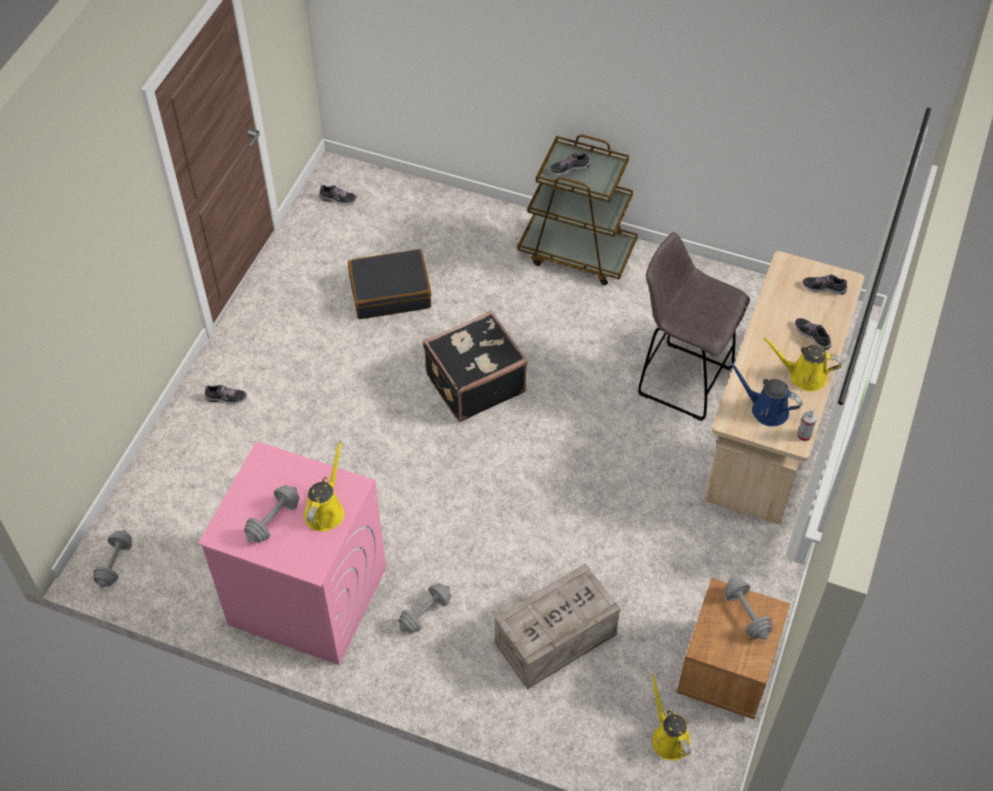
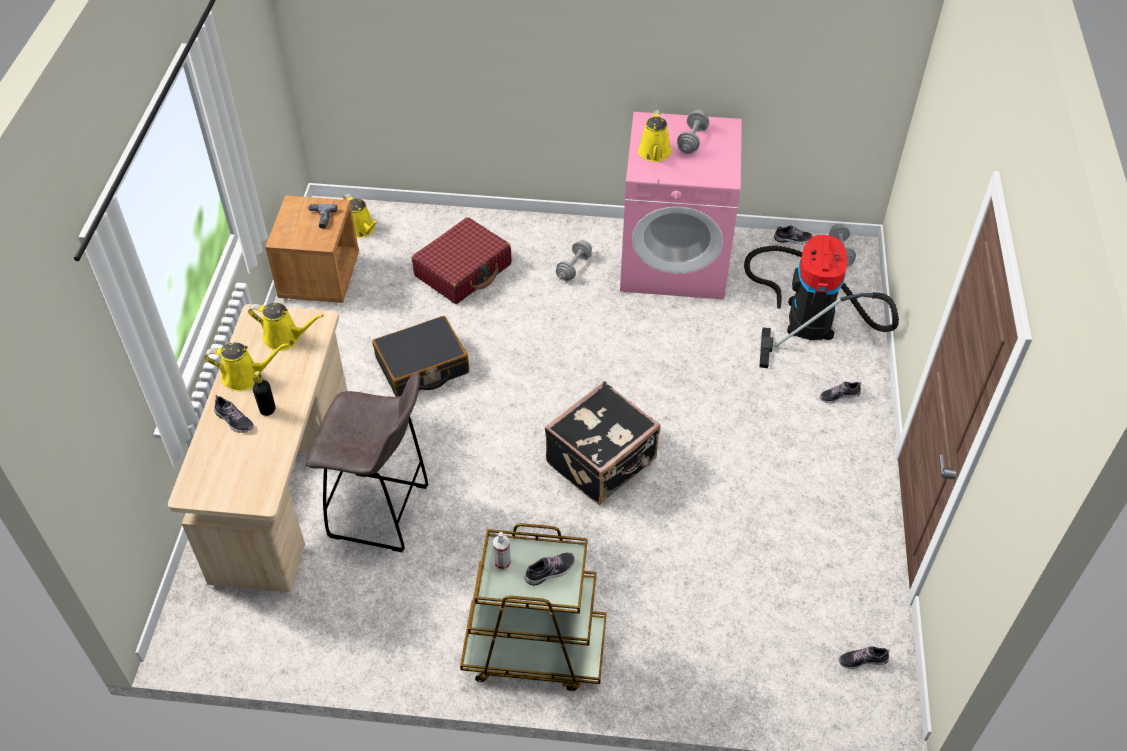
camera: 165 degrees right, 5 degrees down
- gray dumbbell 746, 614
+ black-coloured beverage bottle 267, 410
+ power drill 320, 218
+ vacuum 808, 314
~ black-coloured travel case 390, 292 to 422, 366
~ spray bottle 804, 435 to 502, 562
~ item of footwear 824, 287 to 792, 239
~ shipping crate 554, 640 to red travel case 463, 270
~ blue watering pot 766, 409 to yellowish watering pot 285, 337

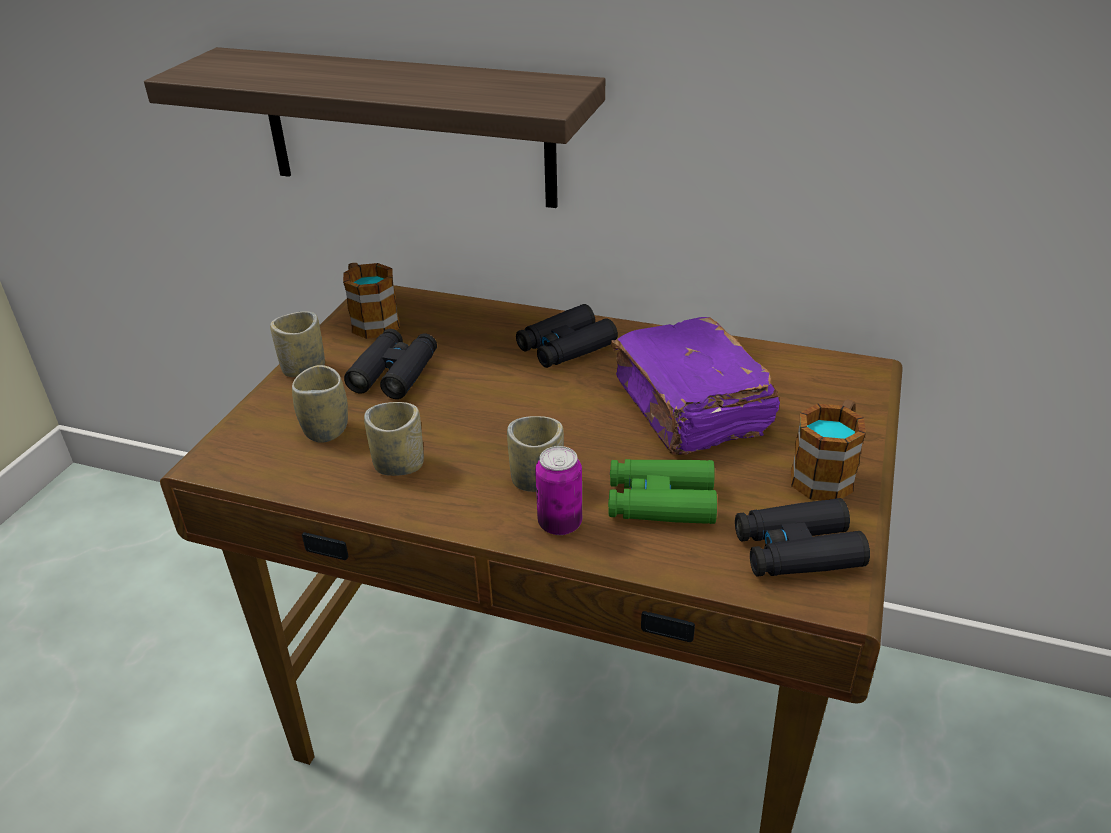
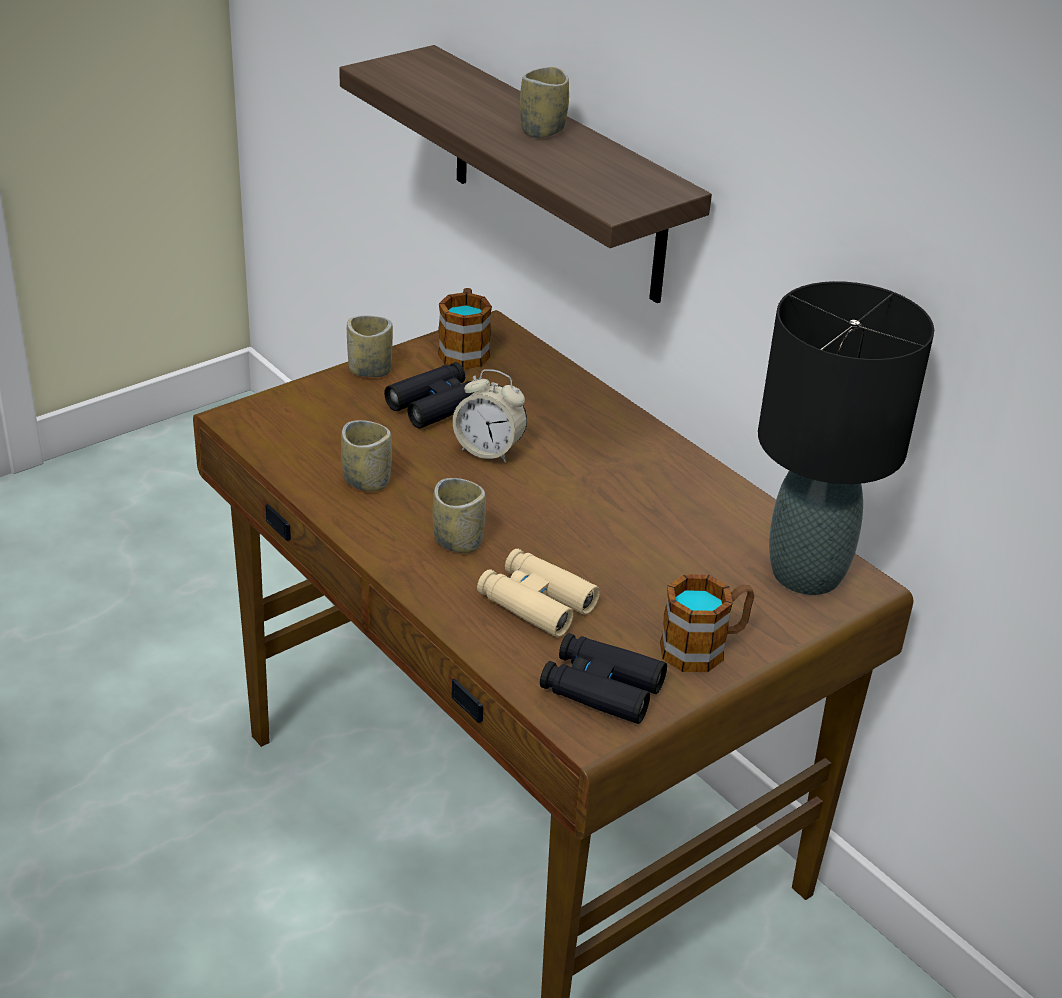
camera: 30 degrees right, 0 degrees up
- black-coloured field glasses 565, 347
- can 560, 524
- purple-coloured book 690, 409
+ bedside clock 489, 450
+ black-coloured lamp for a table 806, 574
~ drinking cup 326, 429 to 542, 130
~ green field glasses 660, 502 to beige field glasses 536, 602

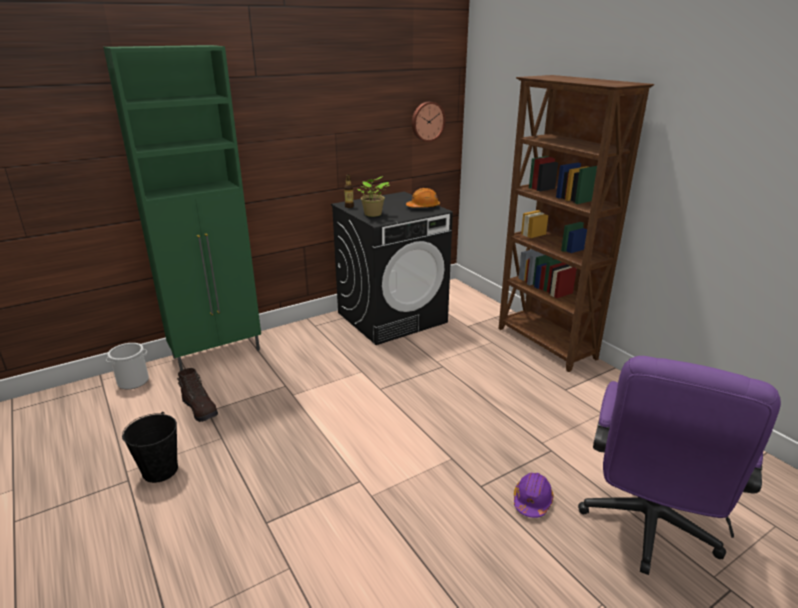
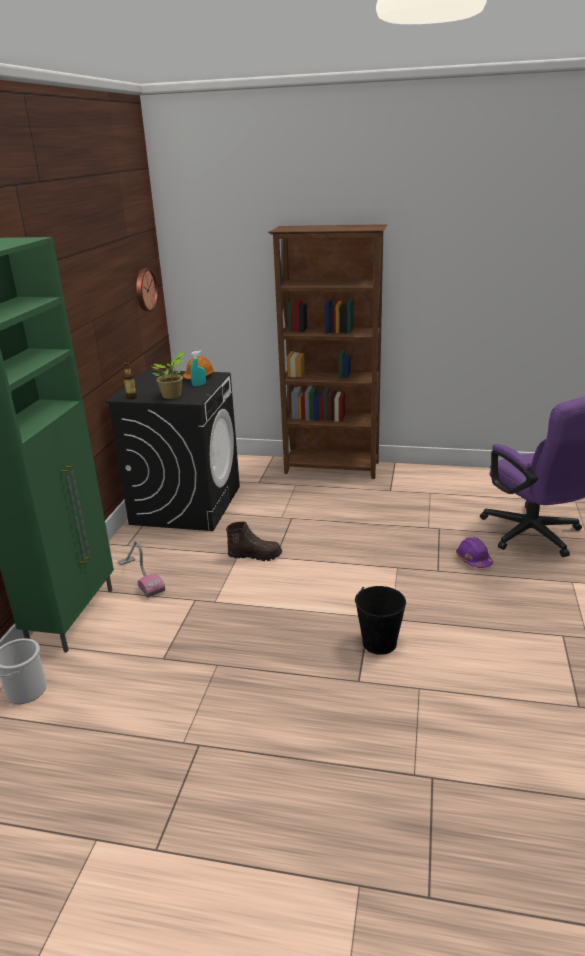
camera: 45 degrees left, 0 degrees up
+ vacuum 140, 577
+ turquoise spray bottle 199, 385
~ black-coloured water bucket 160, 470 to 379, 642
~ brownish boot 200, 409 to 255, 555

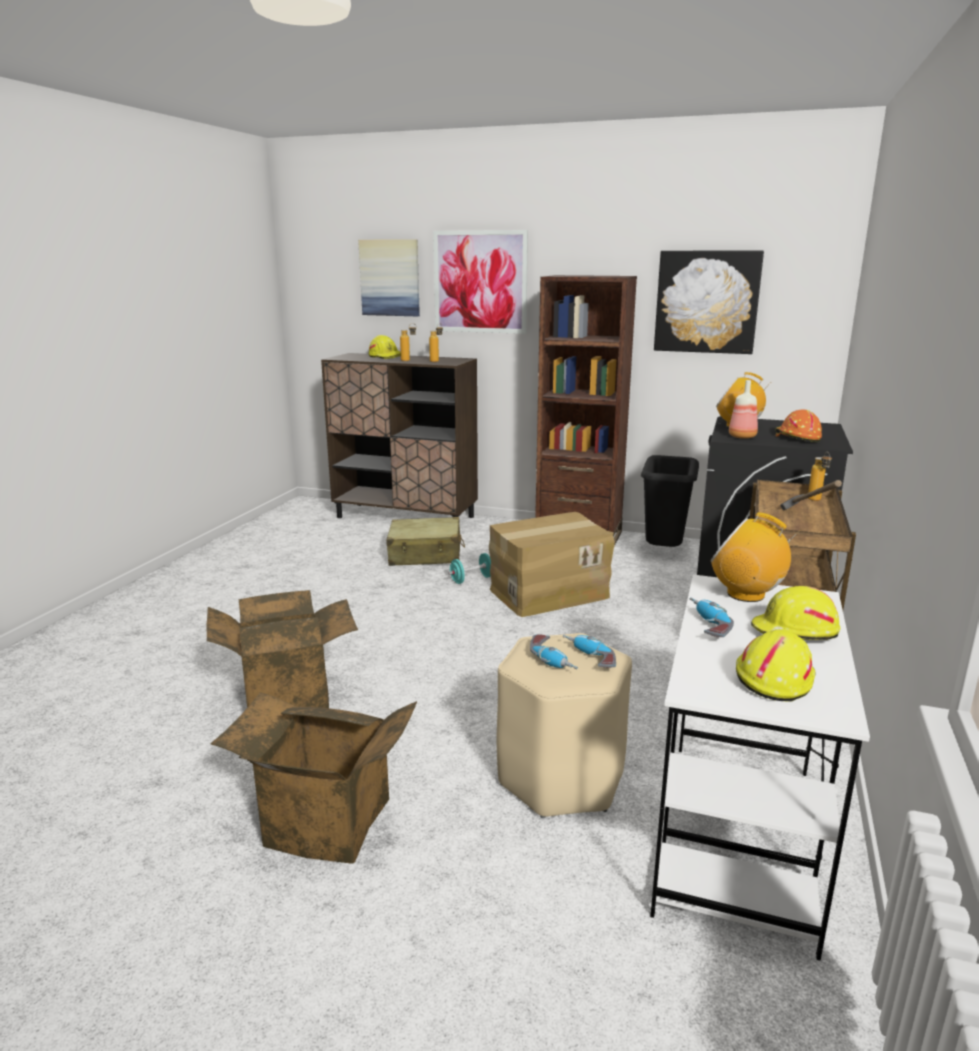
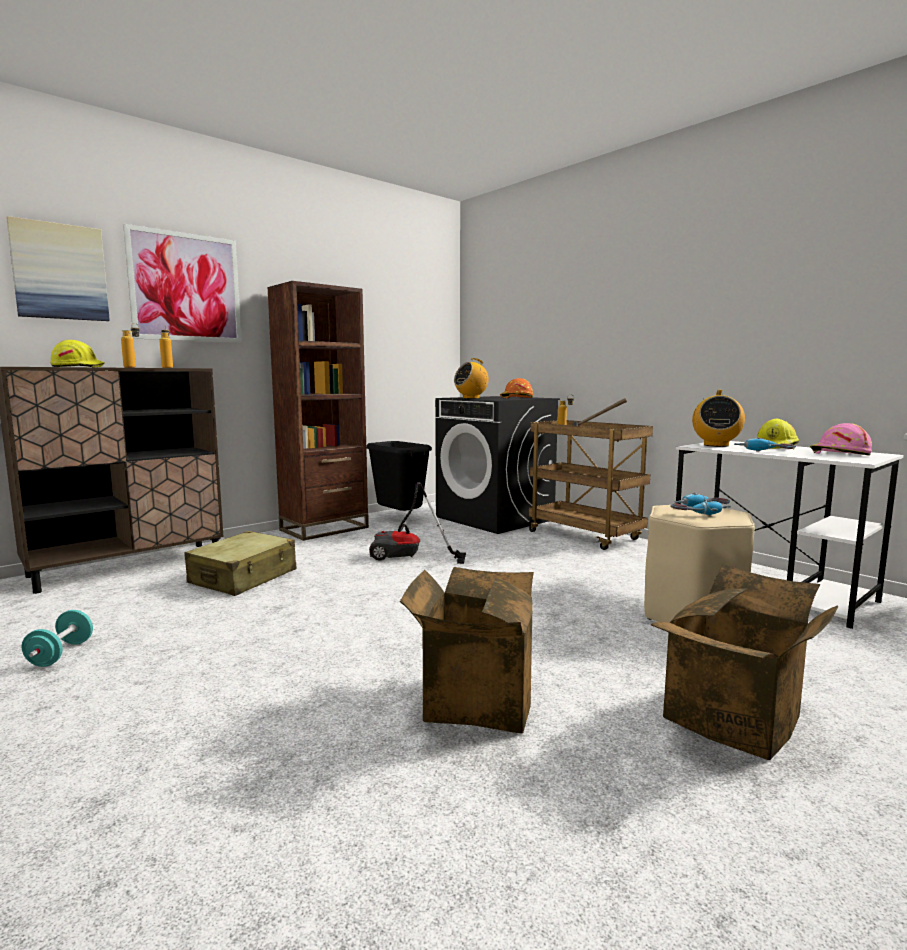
camera: 60 degrees left, 10 degrees down
- picture 707, 302
- beverage bottle 743, 437
~ turquoise dumbbell 472, 579 to 60, 654
~ cardboard box 548, 593 to vacuum 408, 558
~ yellowish work helmet 773, 678 to pink-coloured work helmet 839, 454
~ radio 746, 594 = 716, 445 45 degrees counterclockwise

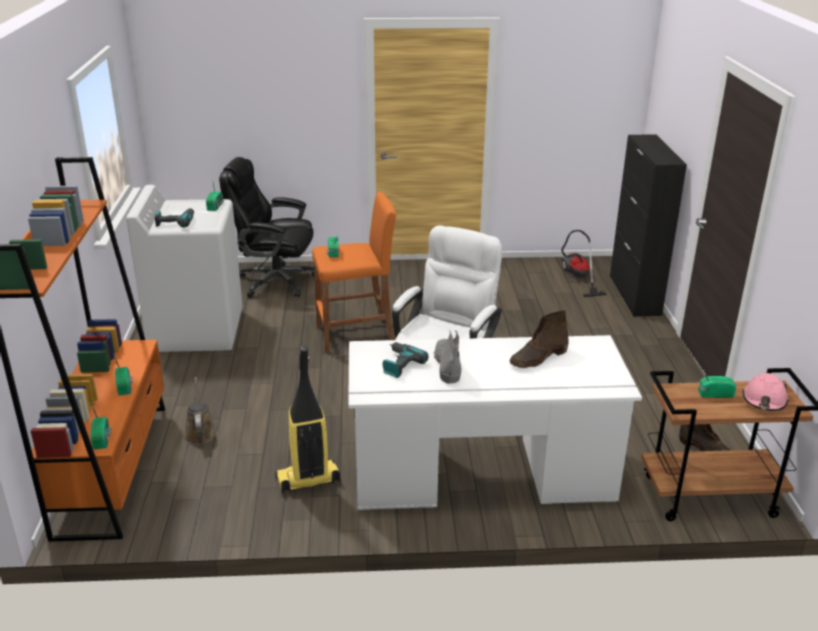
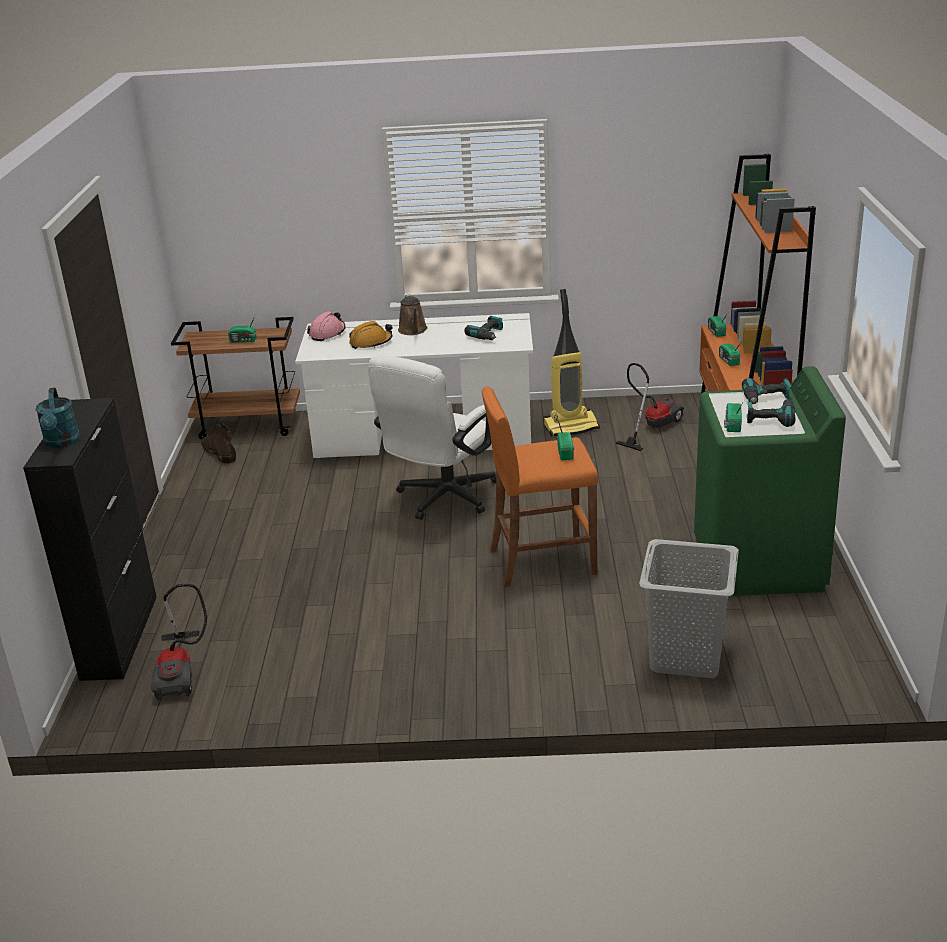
camera: 175 degrees left, 0 degrees up
- gray boot 447, 364
+ turquoise watering pot 62, 443
+ vacuum 652, 427
+ power drill 770, 418
~ brownish watering pot 200, 433 to 413, 330
~ pink-coloured work helmet 764, 400 to 327, 333
~ black-coloured office chair 275, 281 to gray hamper 686, 657
~ brownish boot 538, 358 to orange-coloured work helmet 371, 342
~ white laundry appliance 196, 330 to green laundry appliance 759, 564

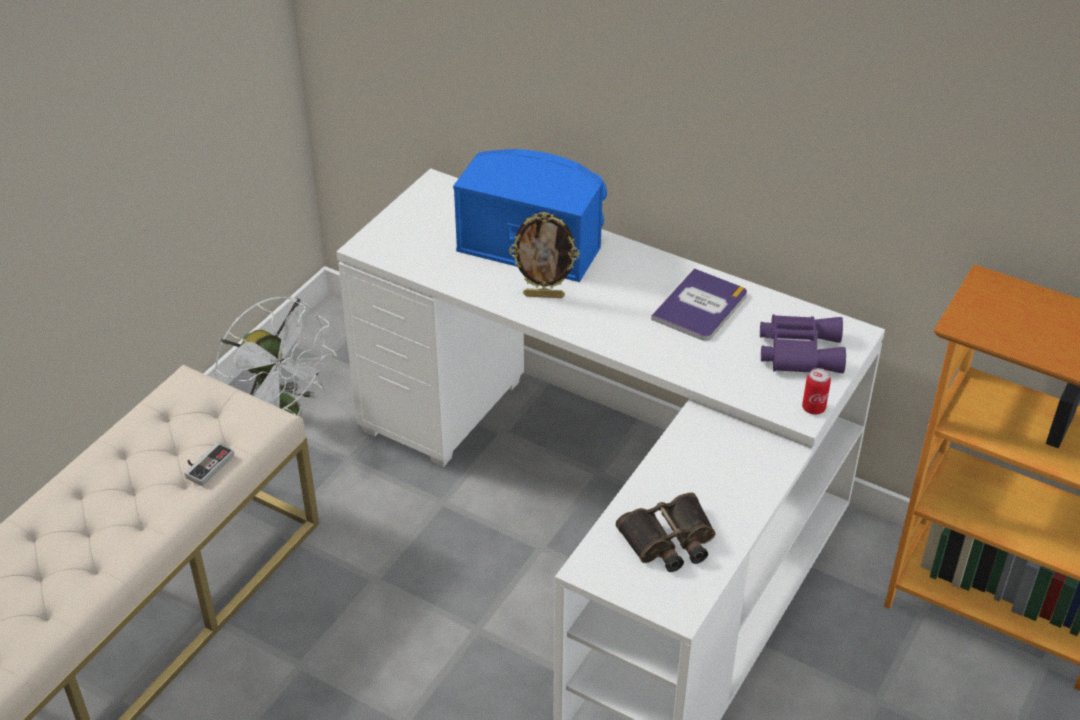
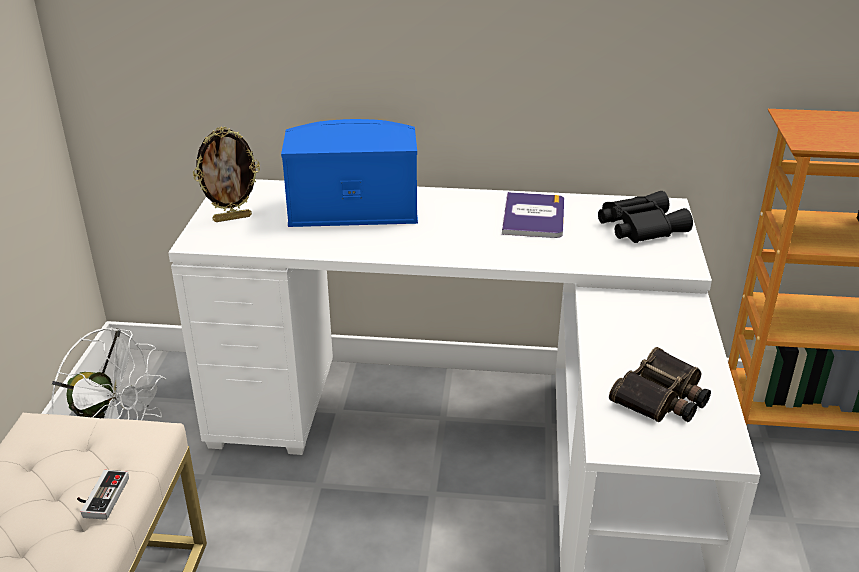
camera: 25 degrees left, 10 degrees down
- can 813, 408
~ standing frame 544, 295 to 232, 218
~ purple-coloured field glasses 799, 350 to black-coloured field glasses 639, 226

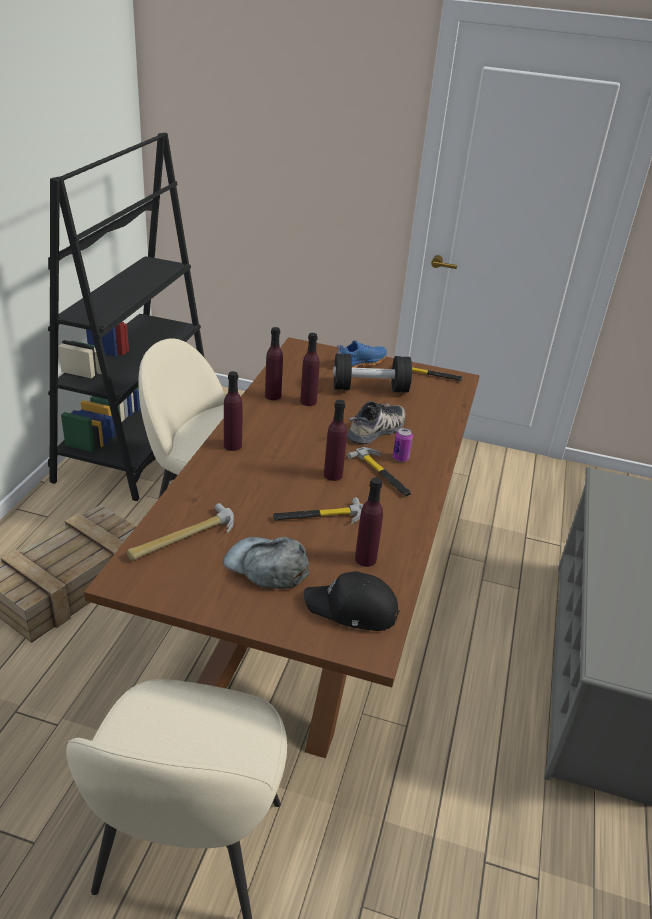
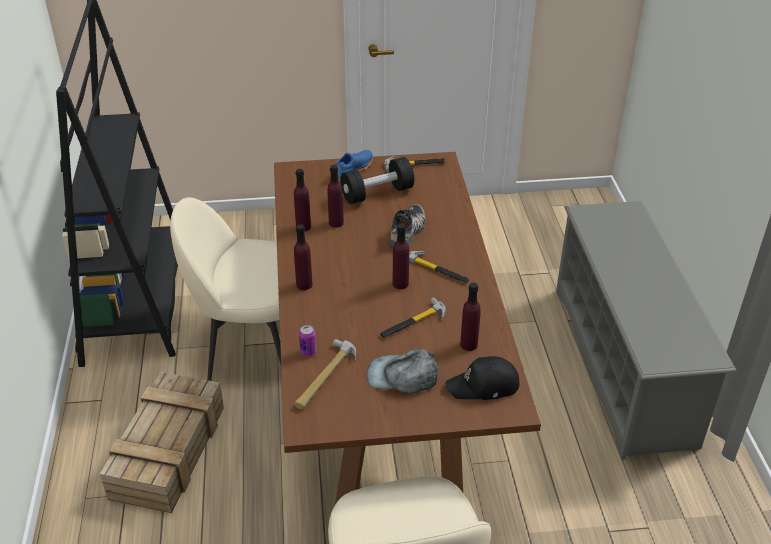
camera: 20 degrees left, 5 degrees up
~ can 400, 458 to 308, 352

